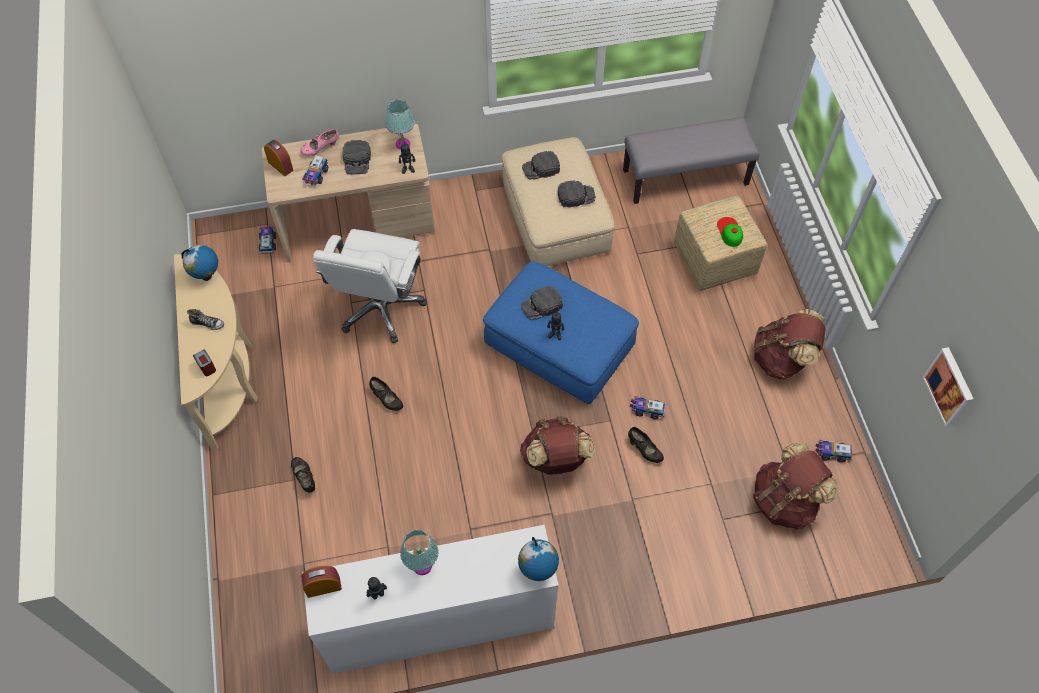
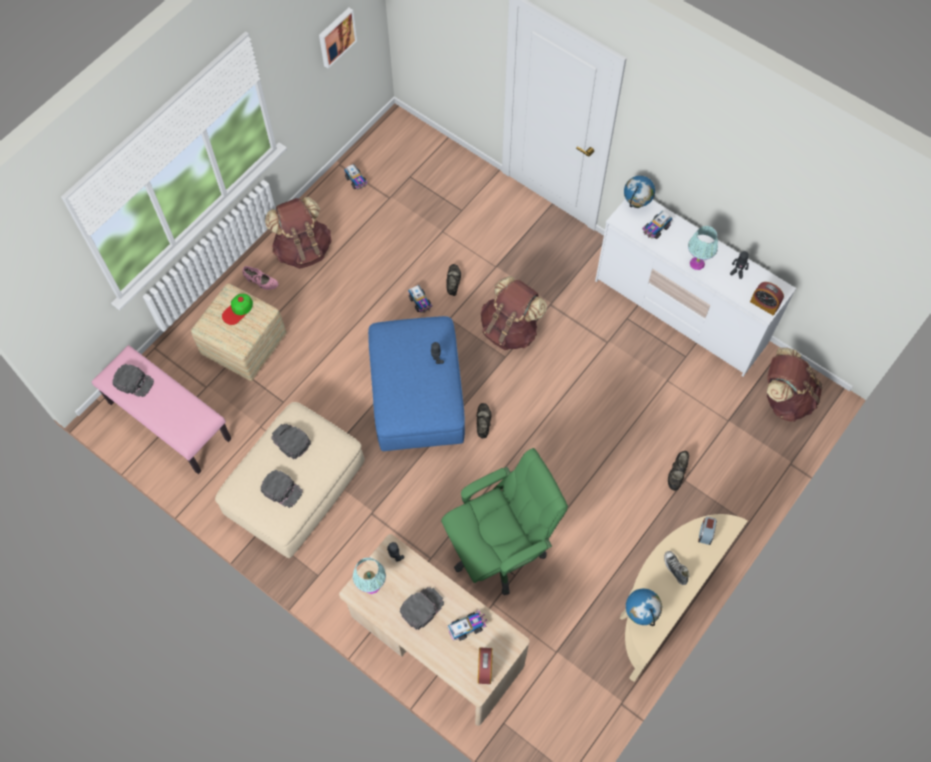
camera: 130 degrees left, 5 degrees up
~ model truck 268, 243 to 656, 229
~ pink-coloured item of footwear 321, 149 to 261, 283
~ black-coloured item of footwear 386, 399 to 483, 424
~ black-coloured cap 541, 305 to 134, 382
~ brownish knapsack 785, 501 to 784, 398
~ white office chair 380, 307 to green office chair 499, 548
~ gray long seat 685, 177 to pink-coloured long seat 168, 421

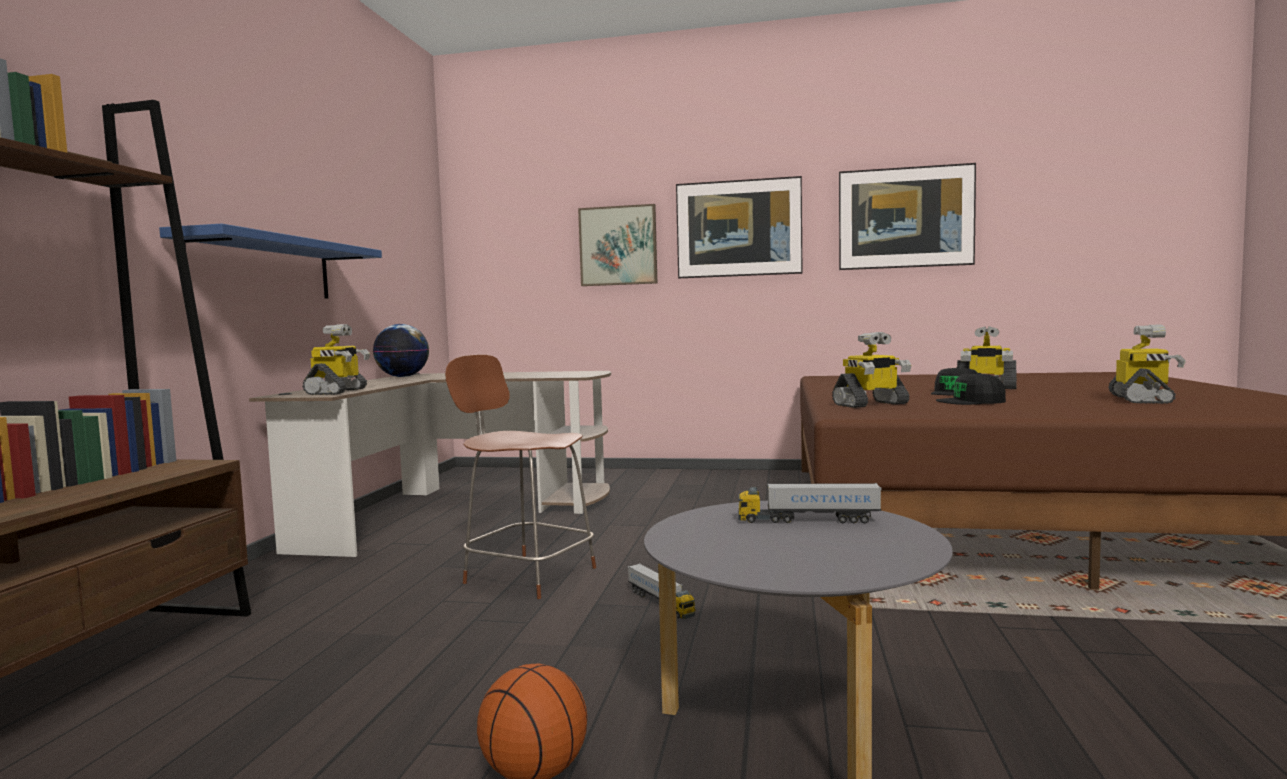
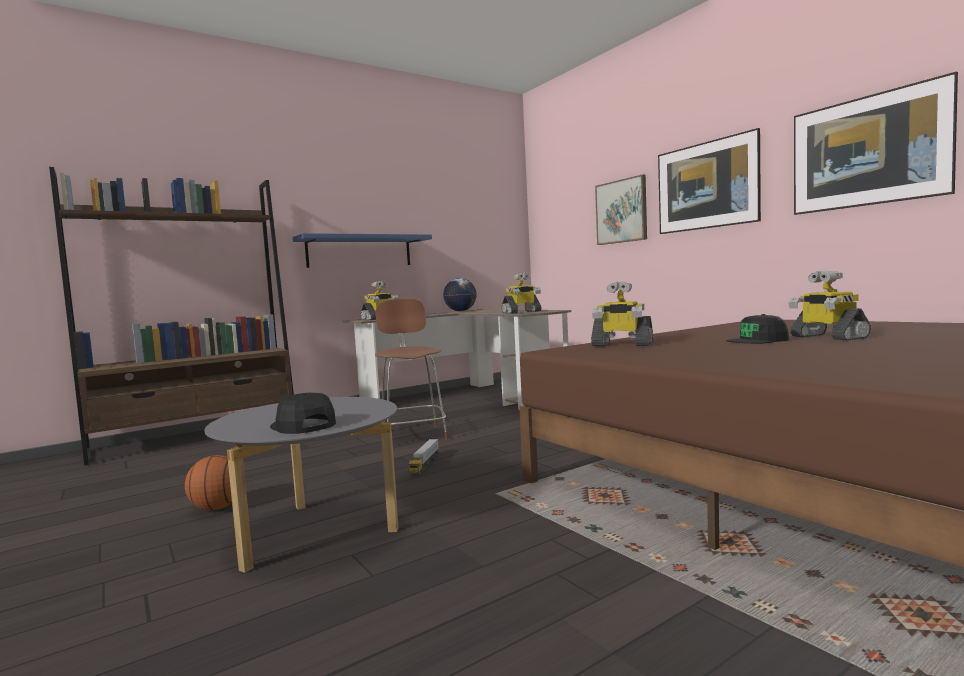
camera: 45 degrees right, 0 degrees up
- model truck 807, 520
~ black-coloured cap 971, 401 to 303, 425
~ robot figure 1142, 400 to 521, 312

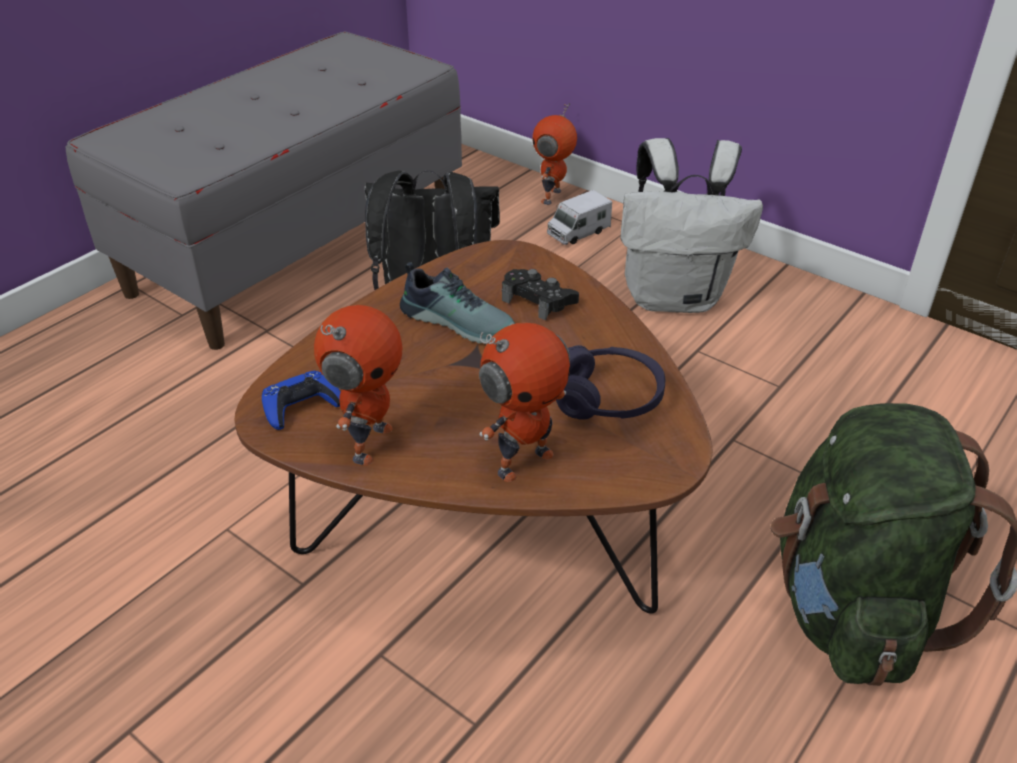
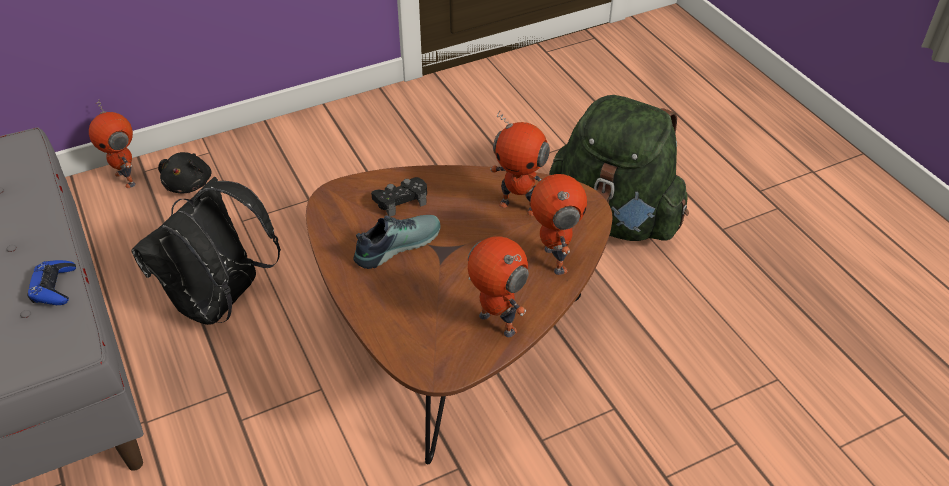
camera: 65 degrees left, 5 degrees up
- white knapsack 675, 297
~ blue game controller 301, 406 to 54, 287
~ model truck 578, 232 to black-coloured plush toy 189, 184
~ purple-coloured headset 607, 398 to robot figure 519, 206

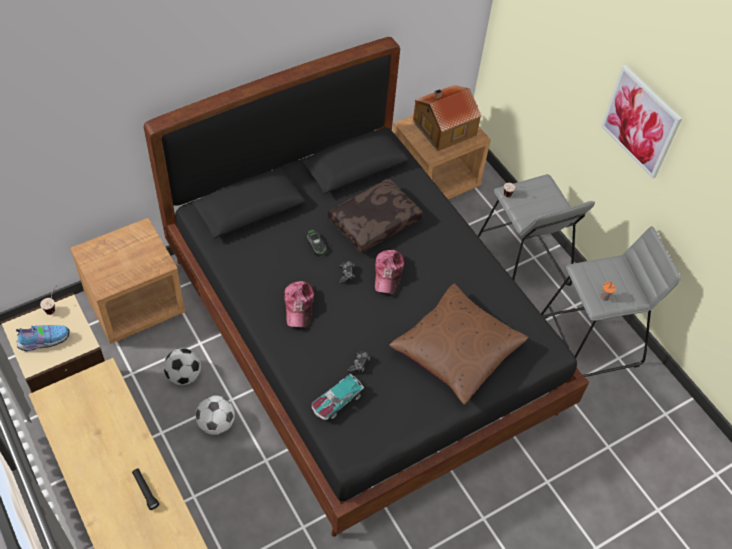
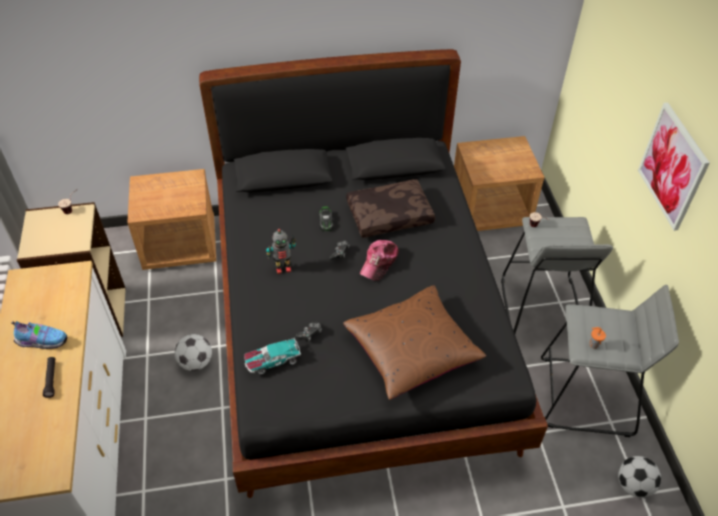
camera: 25 degrees right, 5 degrees down
- miniature house 443, 127
~ item of footwear 43, 341 to 42, 341
~ football 184, 375 to 634, 485
~ cap 299, 306 to robot figure 283, 268

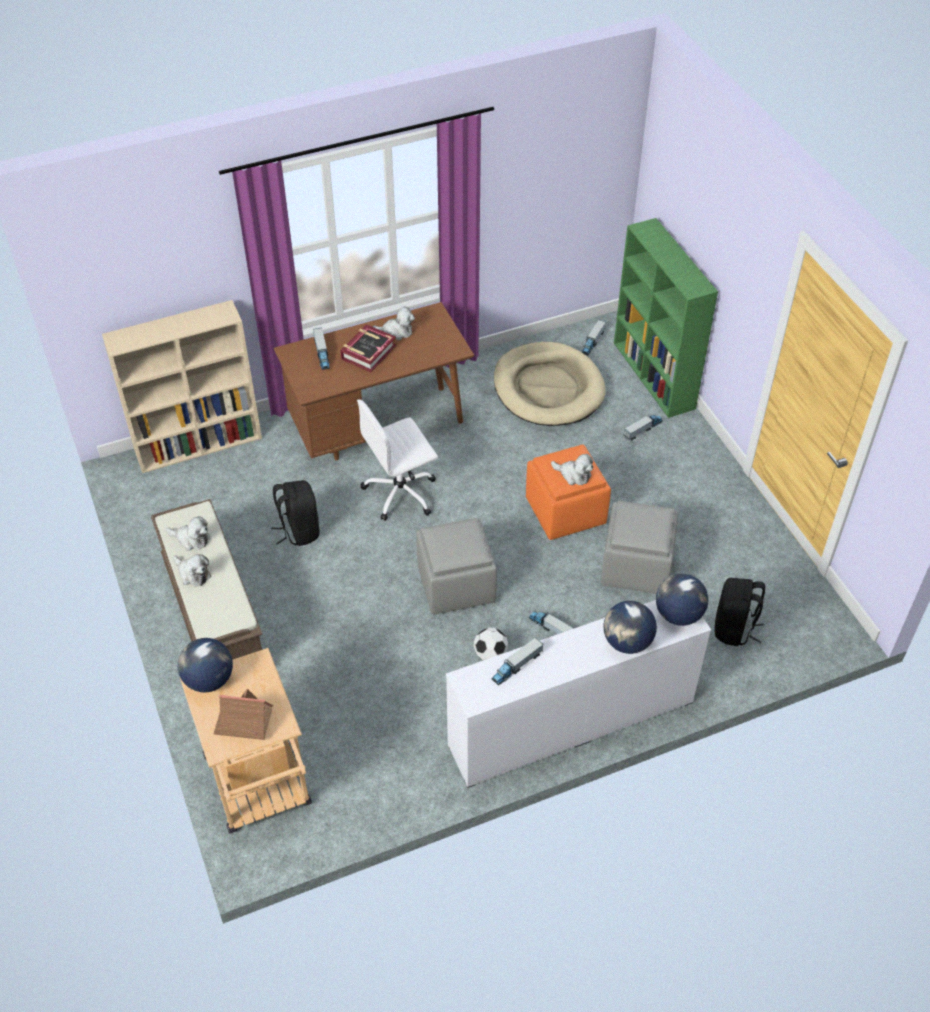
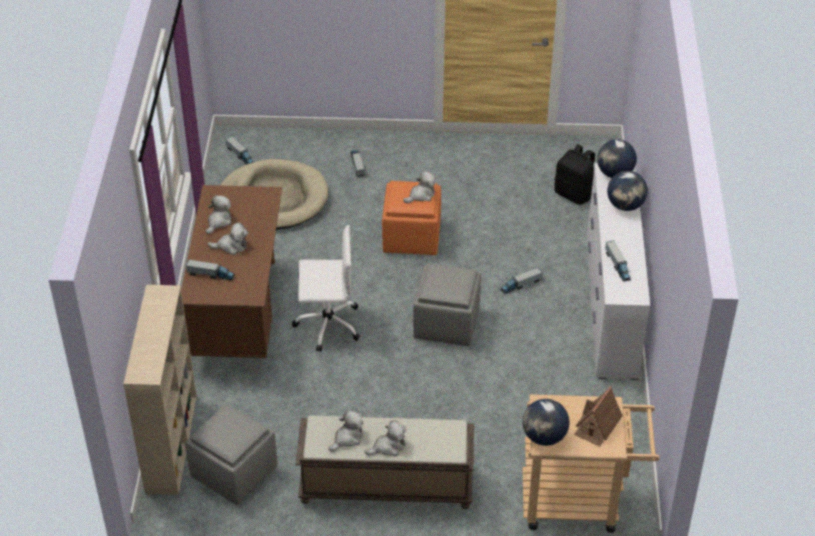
camera: 65 degrees left, 5 degrees down
- black-coloured knapsack 299, 530
- football 490, 654
- green bookcase 654, 376
~ gray ottoman 637, 567 to 235, 472
~ book 368, 352 to plush toy 231, 246
~ white office chair 401, 492 = 327, 324 90 degrees counterclockwise

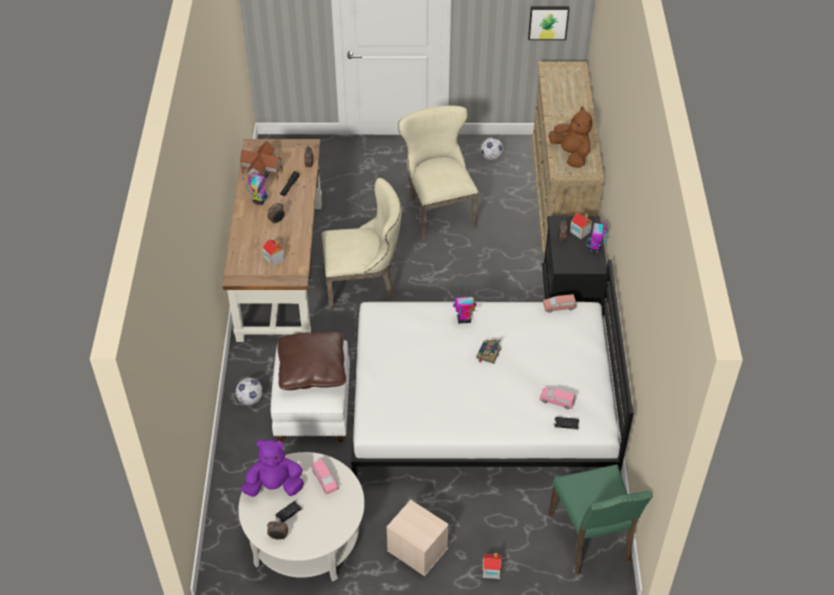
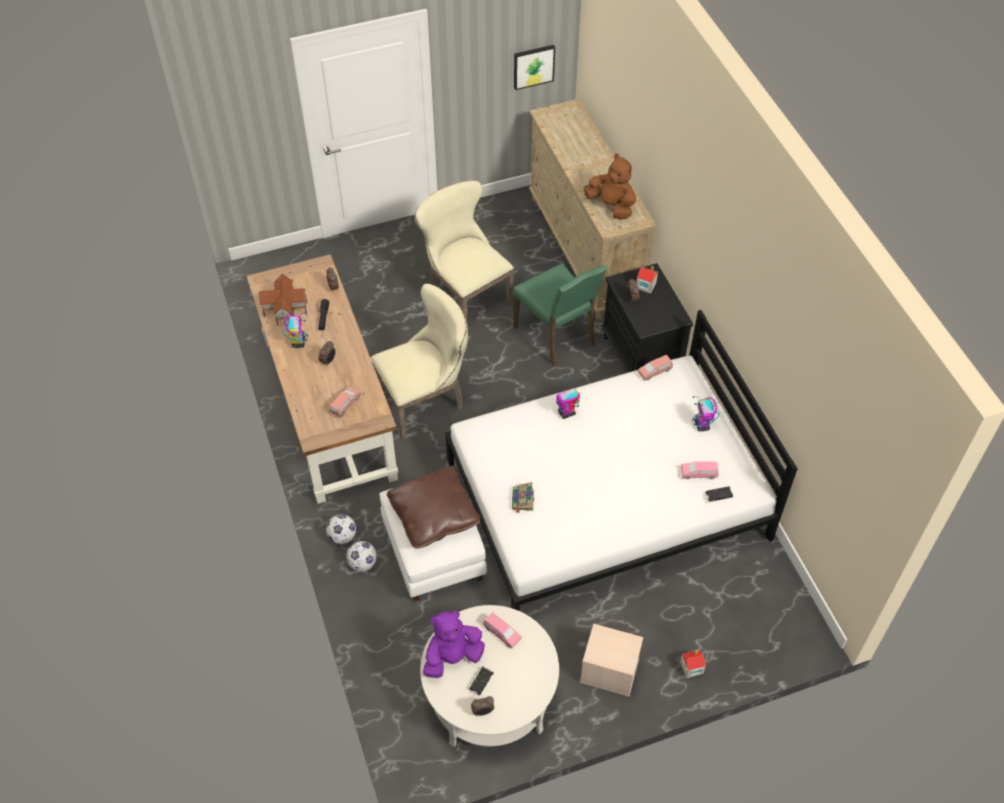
camera: 20 degrees left, 5 degrees up
~ book 488, 353 to 523, 500
~ football 491, 157 to 342, 536
~ green plain chair 592, 539 to 556, 336
~ robot figure 594, 249 to 702, 426
~ miniature house 274, 258 to pink-coloured model car 345, 404

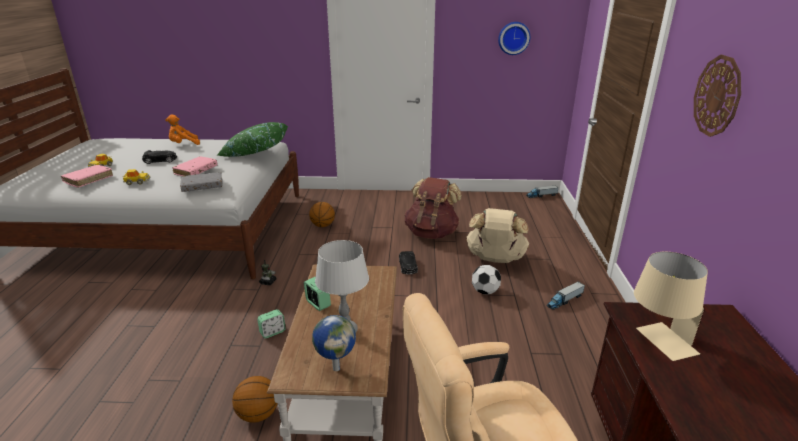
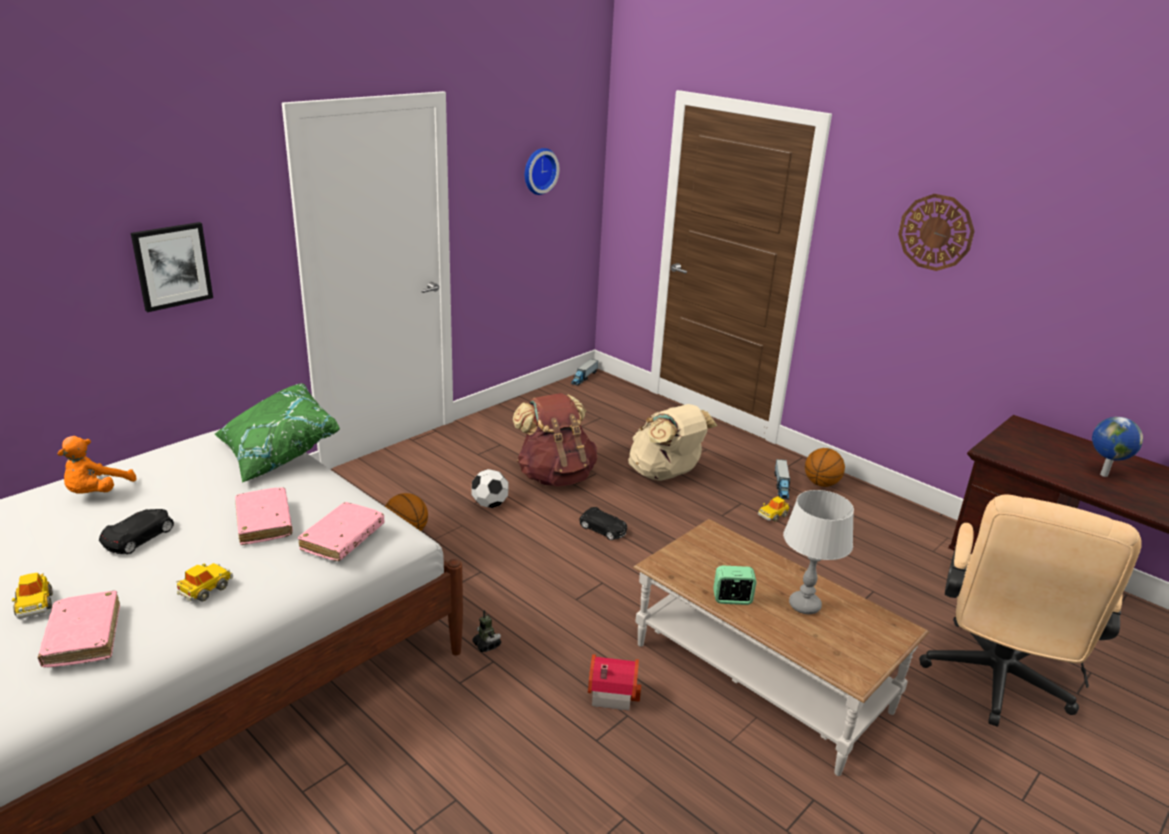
camera: 50 degrees left, 0 degrees up
- beige lamp for a table 657, 343
+ picture 172, 266
+ model car 773, 515
~ basketball ball 258, 414 to 821, 483
~ world globe 336, 368 to 1102, 474
~ football 485, 291 to 490, 504
~ bedside clock 272, 332 to miniature house 611, 692
~ gray book 202, 186 to pink-coloured book 343, 538

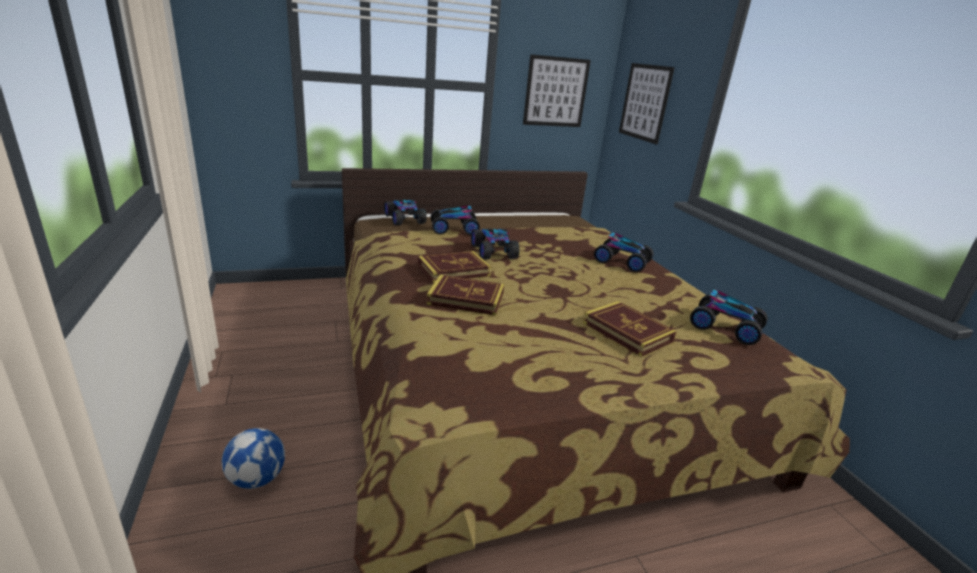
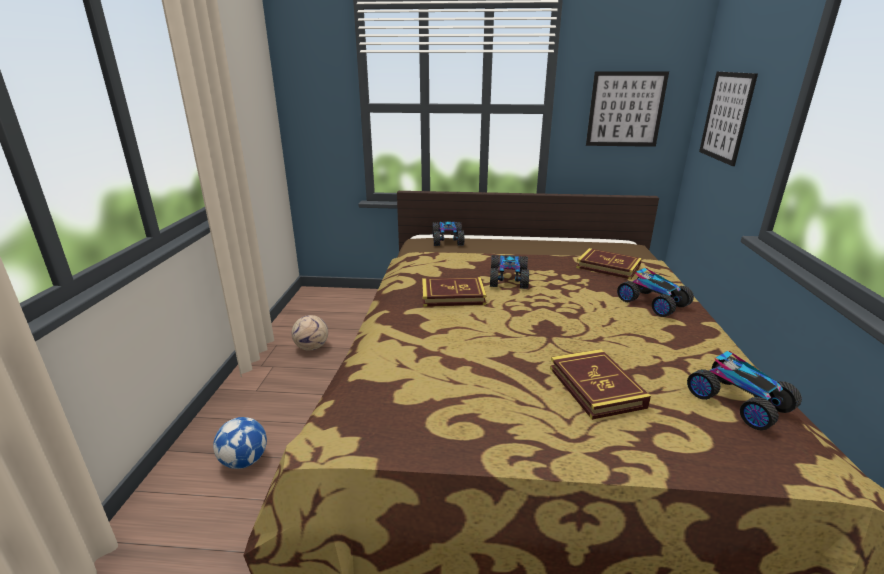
camera: 25 degrees right, 0 degrees up
- model car 454, 229
+ football 312, 347
~ book 466, 299 to 608, 267

